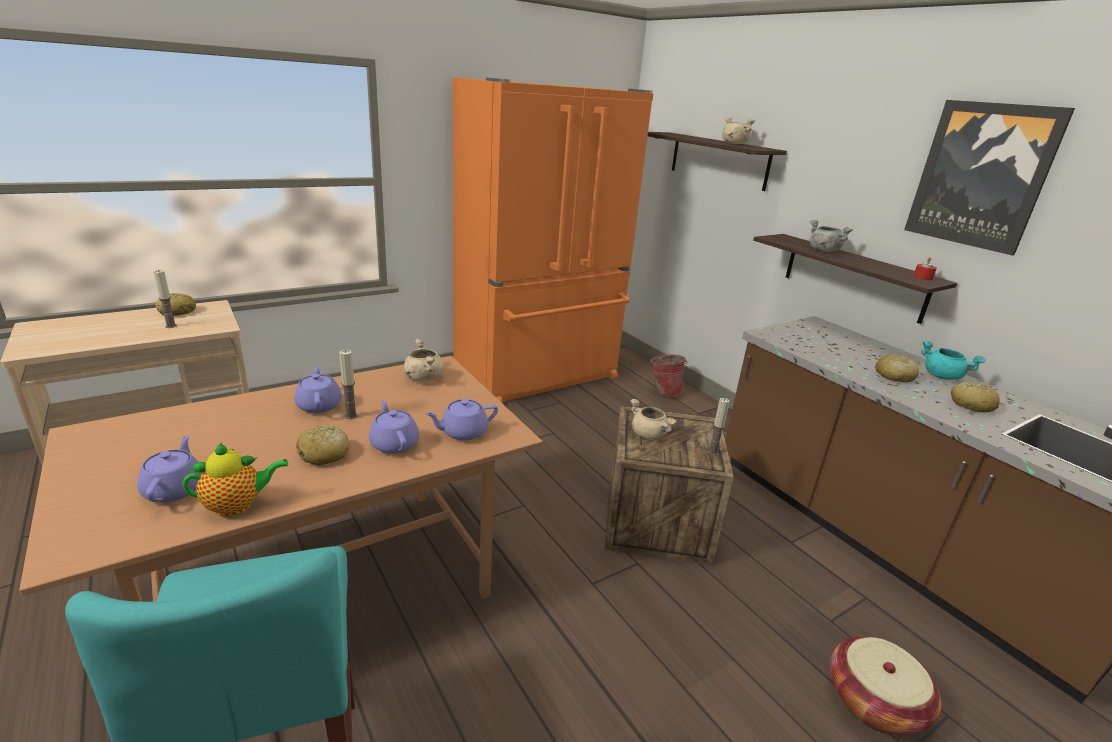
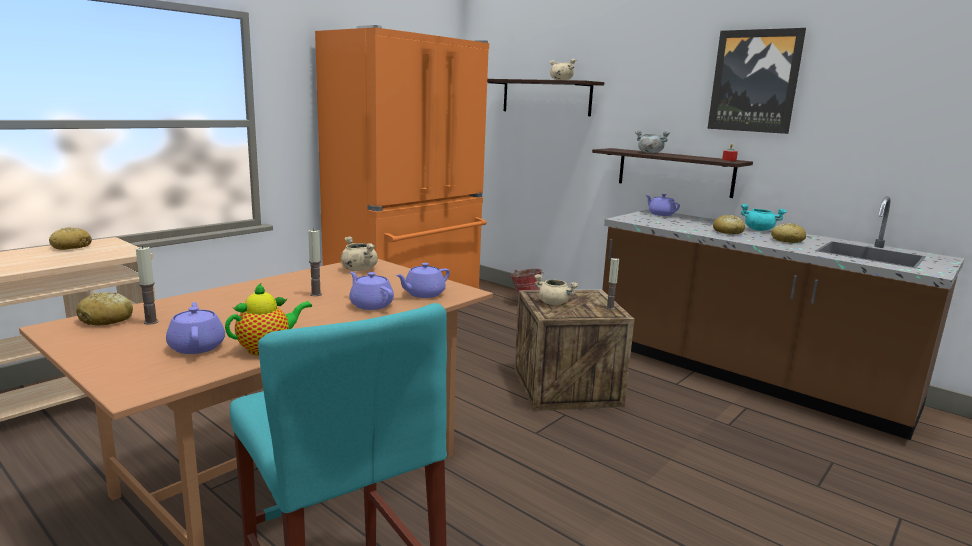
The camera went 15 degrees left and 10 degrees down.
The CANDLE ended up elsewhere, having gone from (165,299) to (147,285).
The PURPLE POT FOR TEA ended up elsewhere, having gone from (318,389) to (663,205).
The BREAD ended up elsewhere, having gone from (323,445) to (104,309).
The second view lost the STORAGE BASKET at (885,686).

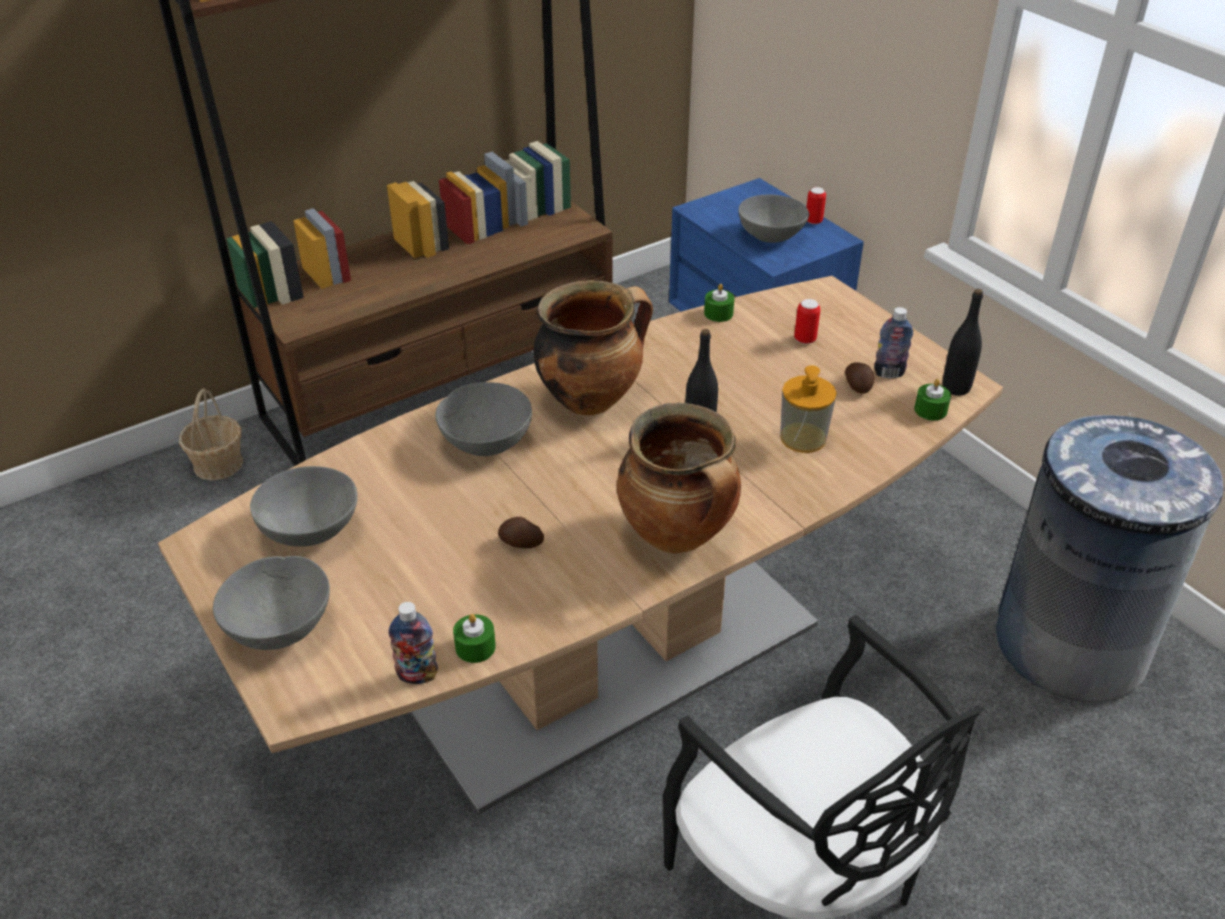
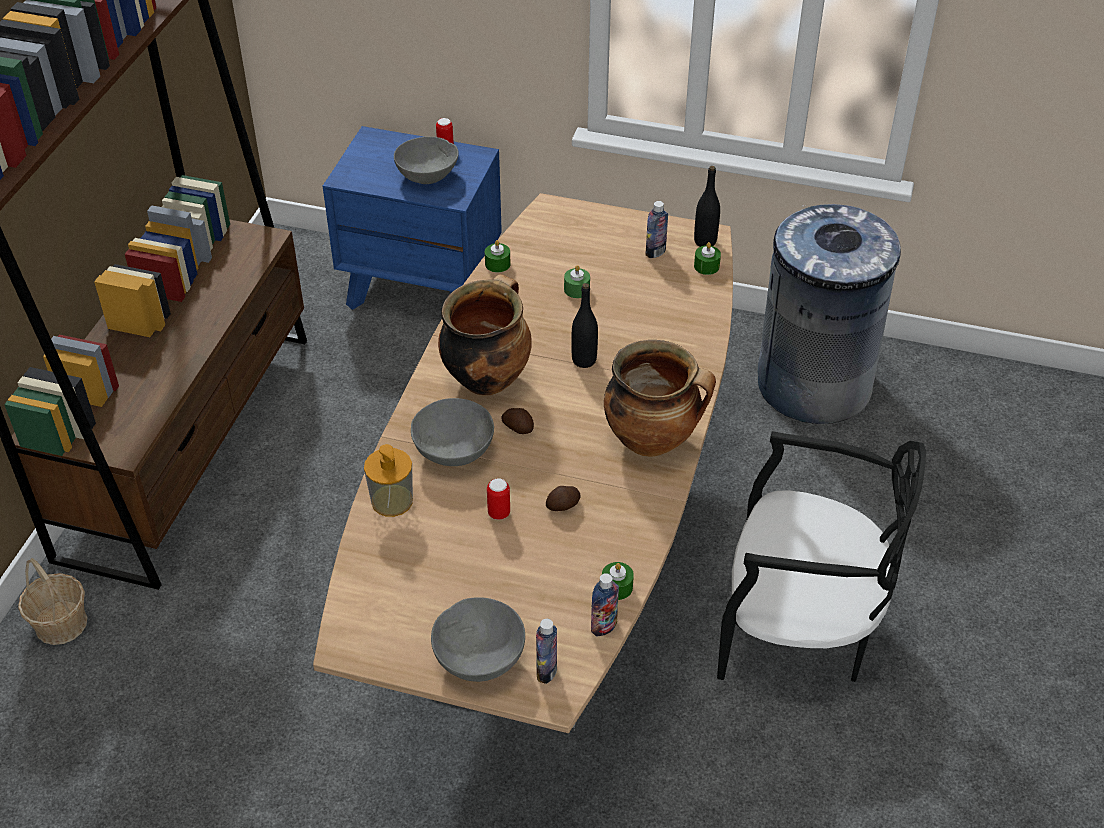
The camera went 40 degrees left and 5 degrees up.
The second view lost the GREY BOWL at (304,506).
The SOAP BOTTLE ended up elsewhere, having gone from (808,409) to (388,480).
The CAN ended up elsewhere, having gone from (807,321) to (498,499).
The WHOLE POTATO ended up elsewhere, having gone from (859,377) to (517,421).
The second view gained the BEVERAGE BOTTLE at (546,651).
The second view gained the GREENISH CANDLE at (577,281).

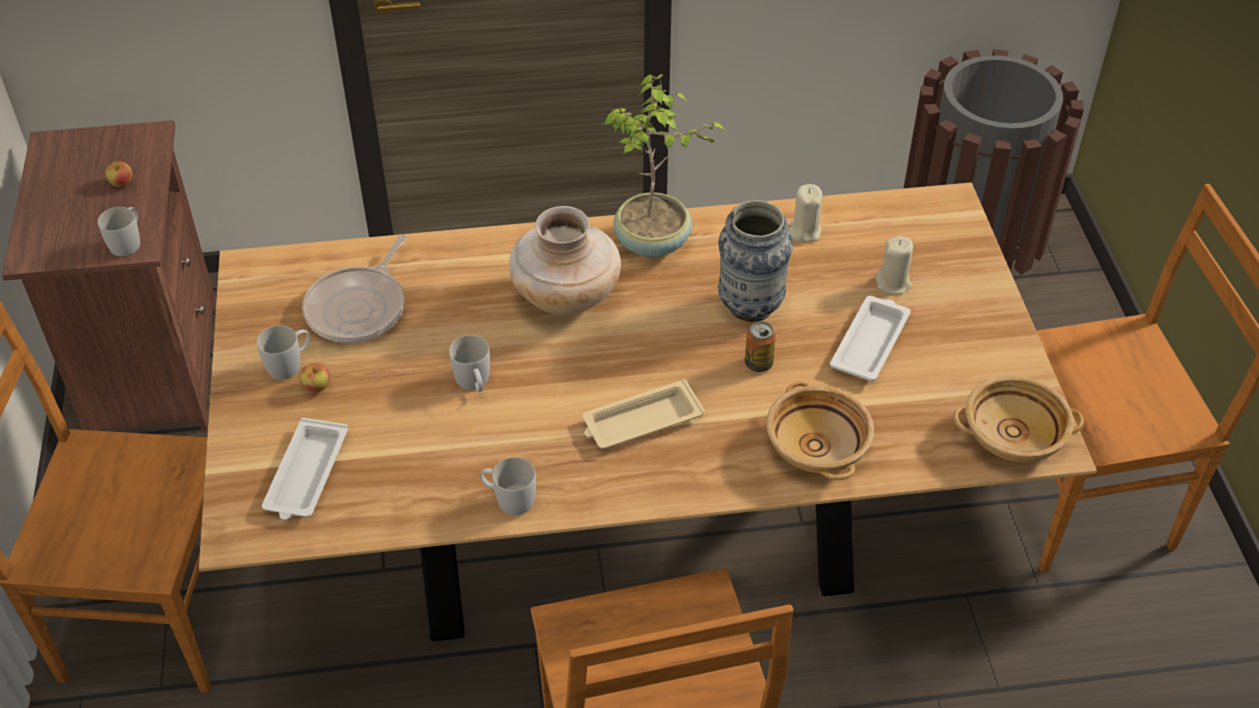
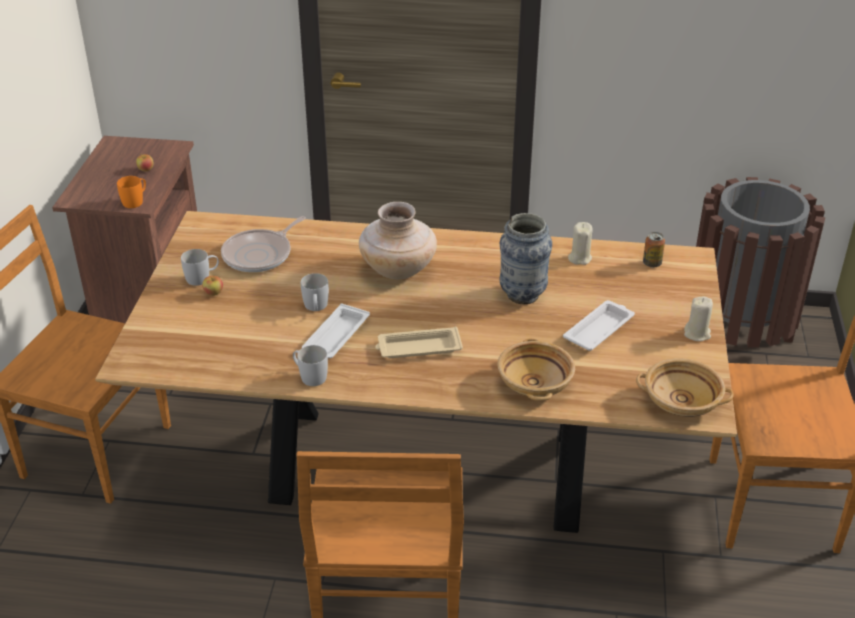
The camera went 15 degrees right and 10 degrees down.
What was the WHITISH TEA MUG at (119,231) turned into the ORANGE TEA MUG at (131,192).
The WHITISH SERVING TRAY ended up elsewhere, having gone from (305,469) to (336,330).
The second view lost the HOUSEPLANT at (663,166).
The CAN ended up elsewhere, having gone from (760,346) to (654,250).
The SAND-COLOURED CANDLE ended up elsewhere, having gone from (894,265) to (698,318).

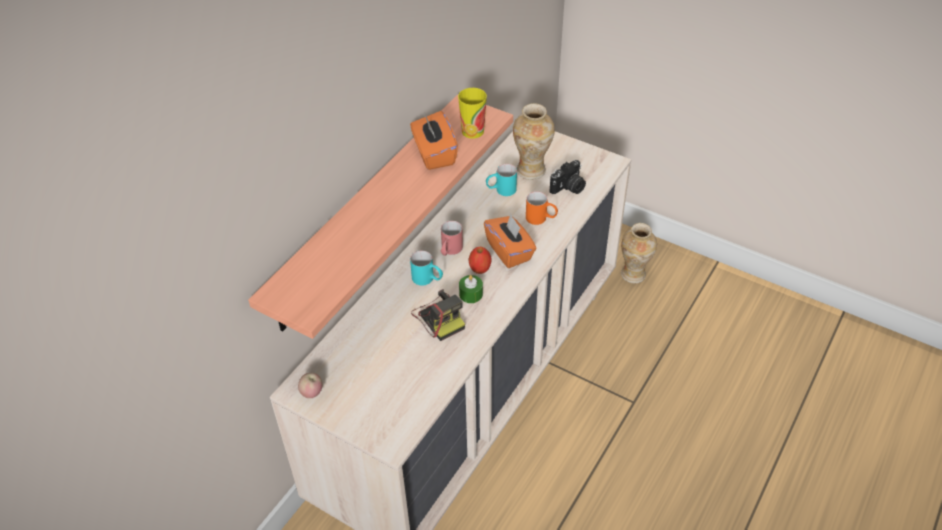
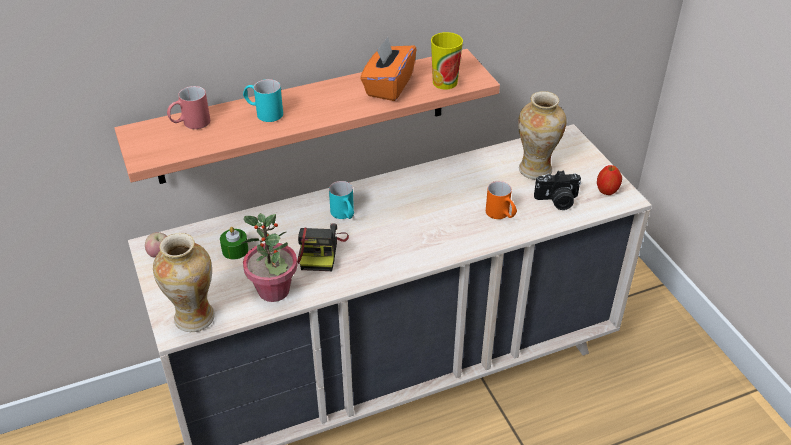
The camera went 35 degrees right and 5 degrees down.
The RED TEA MUG ended up elsewhere, having gone from (452,238) to (188,107).
The GREENISH CANDLE ended up elsewhere, having gone from (471,289) to (234,243).
The WHOLE APPLE ended up elsewhere, having gone from (480,260) to (609,180).
The second view lost the ORANGE TISSUE BOX at (510,241).
The TURQUOISE TEA MUG ended up elsewhere, having gone from (501,180) to (263,100).
The FLOWER VASE ended up elsewhere, having gone from (639,253) to (184,282).
The second view gained the HOUSEPLANT at (269,257).

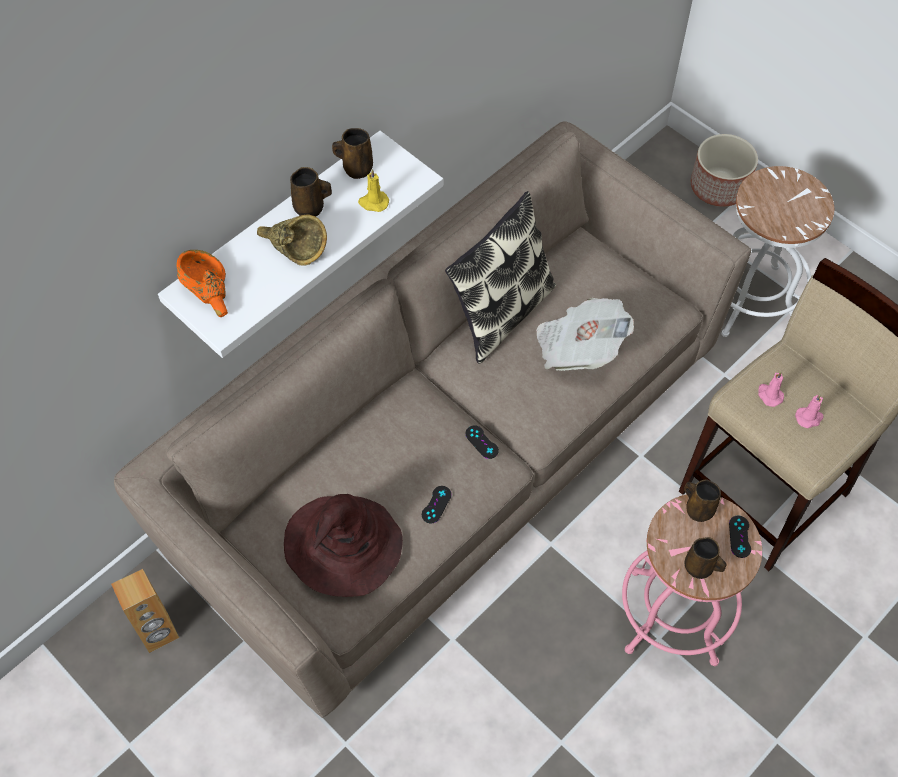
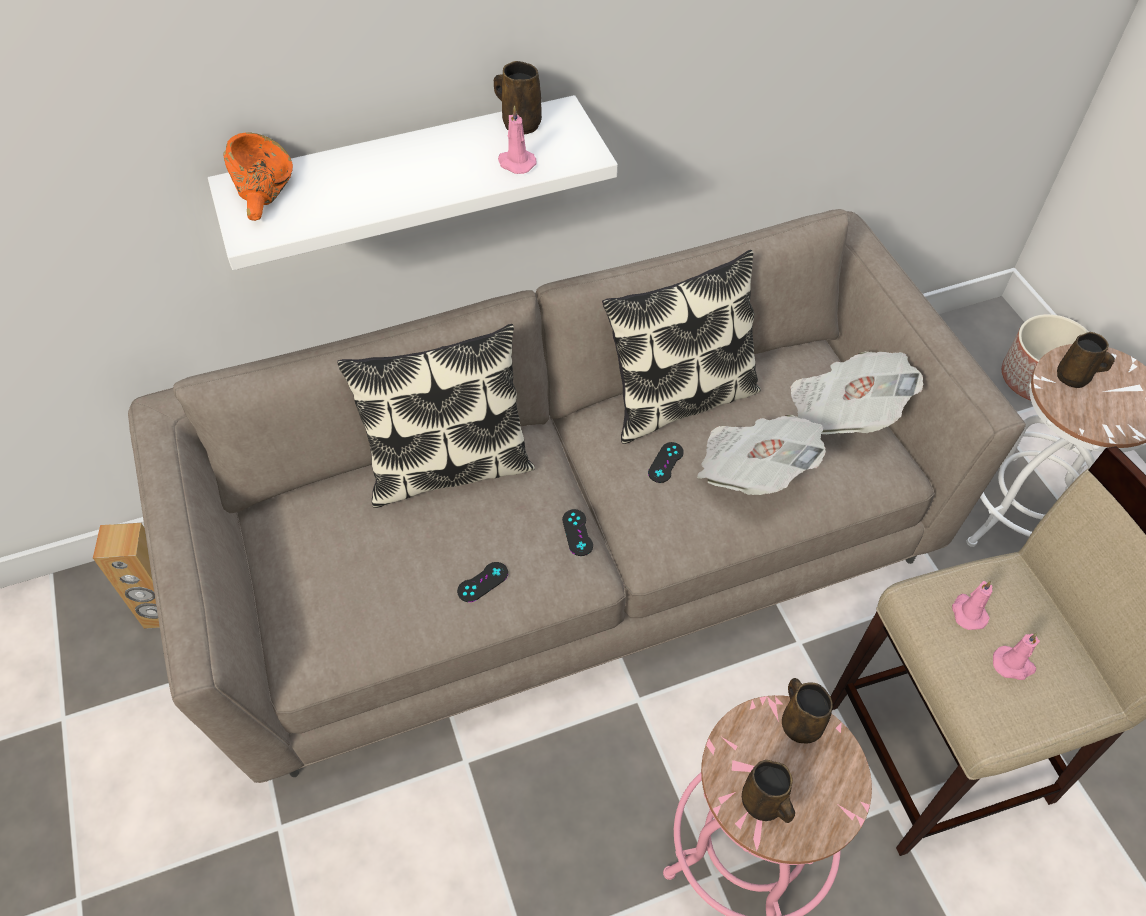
The camera went 25 degrees right and 5 degrees down.
The second view lost the BROWN-COLOURED BOWL at (292,240).
The second view lost the BROWN-COLOURED CLOTHING HAT at (343,545).
The BROWN-COLOURED TEA MUG ended up elsewhere, having gone from (311,192) to (1086,360).
What was the YELLOW CANDLE at (373,190) turned into the PINK-COLOURED CANDLE at (517,140).
The BLACK-COLOURED GAMEPAD ended up elsewhere, having gone from (740,536) to (666,462).
The second view gained the CUSHION at (436,416).
The second view gained the DAILY PAPER at (857,392).

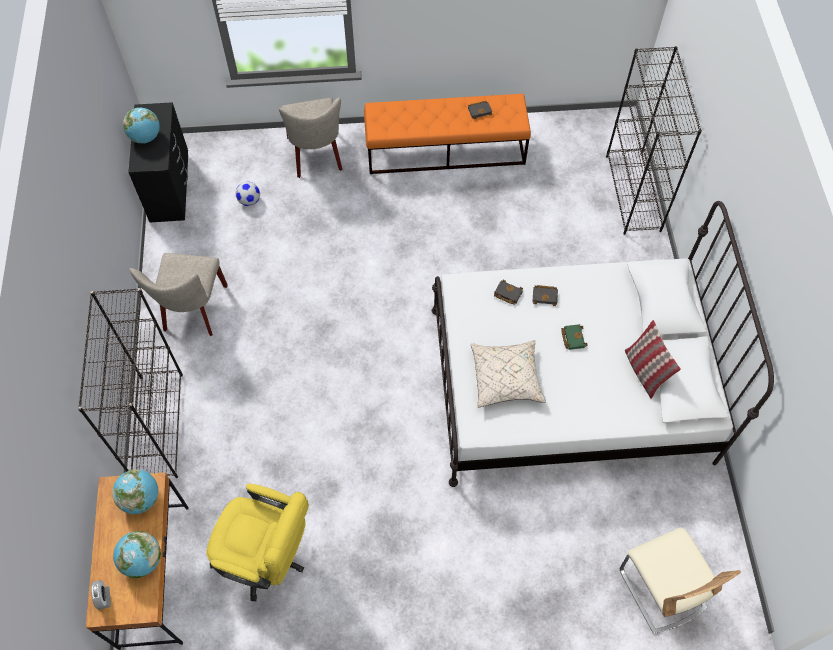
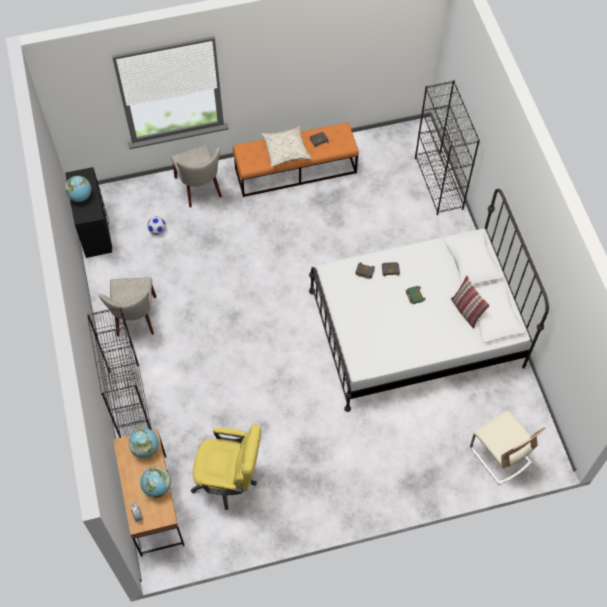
The camera went 10 degrees left and 0 degrees up.
The SAND-COLOURED CUSHION ended up elsewhere, having gone from (508,374) to (286,146).

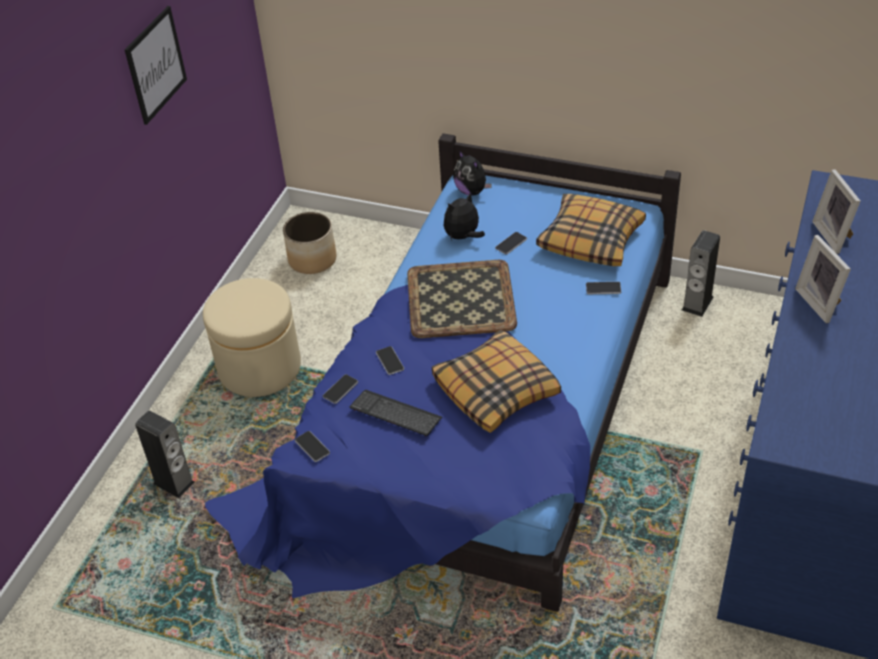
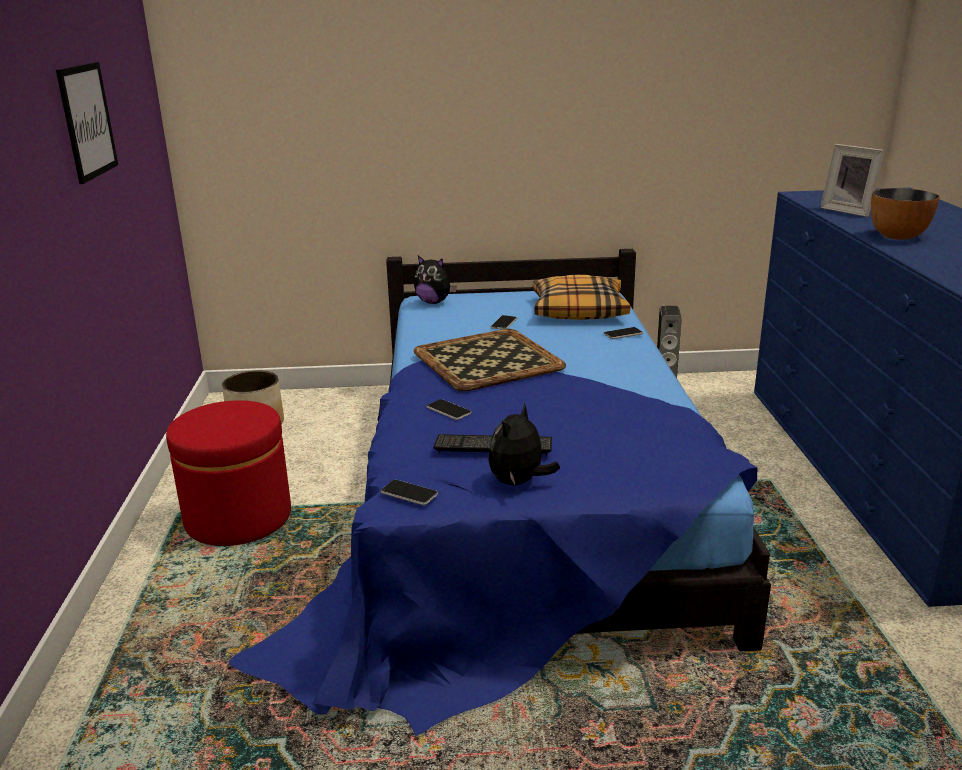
The camera went 25 degrees left and 20 degrees down.
The second view lost the LOUDSPEAKER at (165,454).
What was the SAND-COLOURED FOOTREST at (252,337) turned into the RED FOOTREST at (228,473).
The second view lost the PHONE at (340,389).
The second view lost the CUSHION at (496,381).
The PLUSH TOY ended up elsewhere, having gone from (464,216) to (524,444).
Where the STANDING FRAME stood at (823,279), the BOWL came to stand at (905,214).

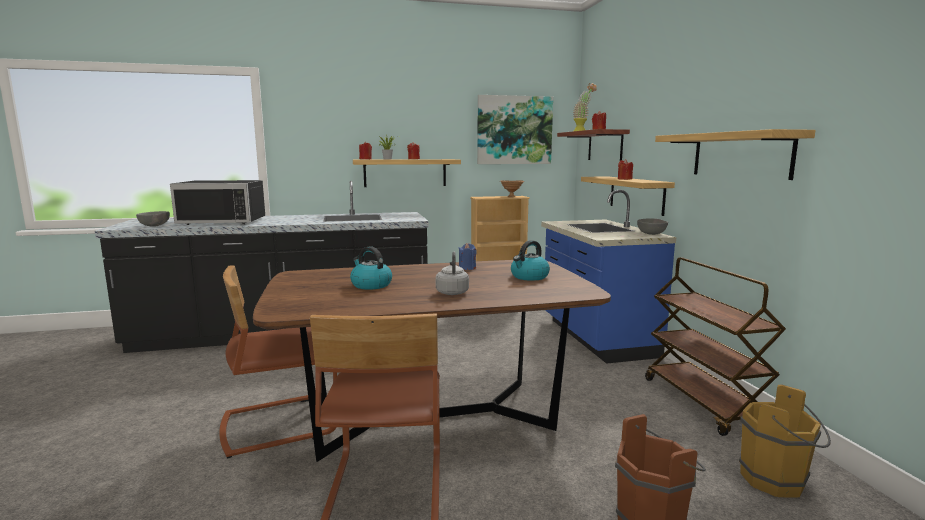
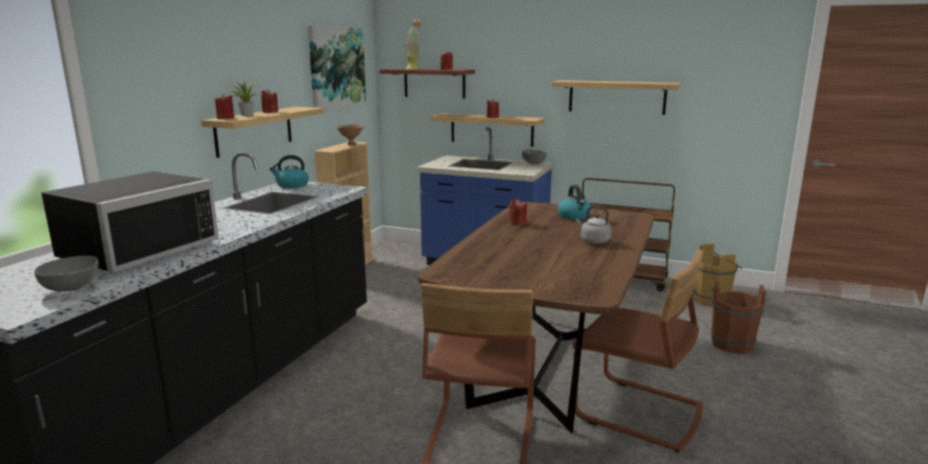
The camera went 55 degrees left and 5 degrees up.
The KETTLE ended up elsewhere, having gone from (371,268) to (289,171).
What was the BLUE-COLOURED CANDLE at (467,256) turned into the RED CANDLE at (518,212).

